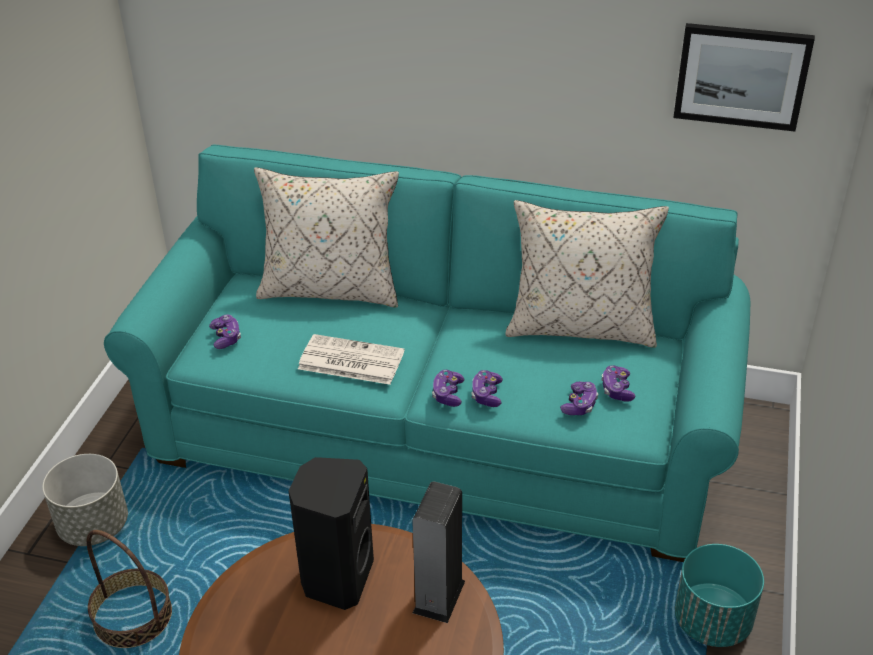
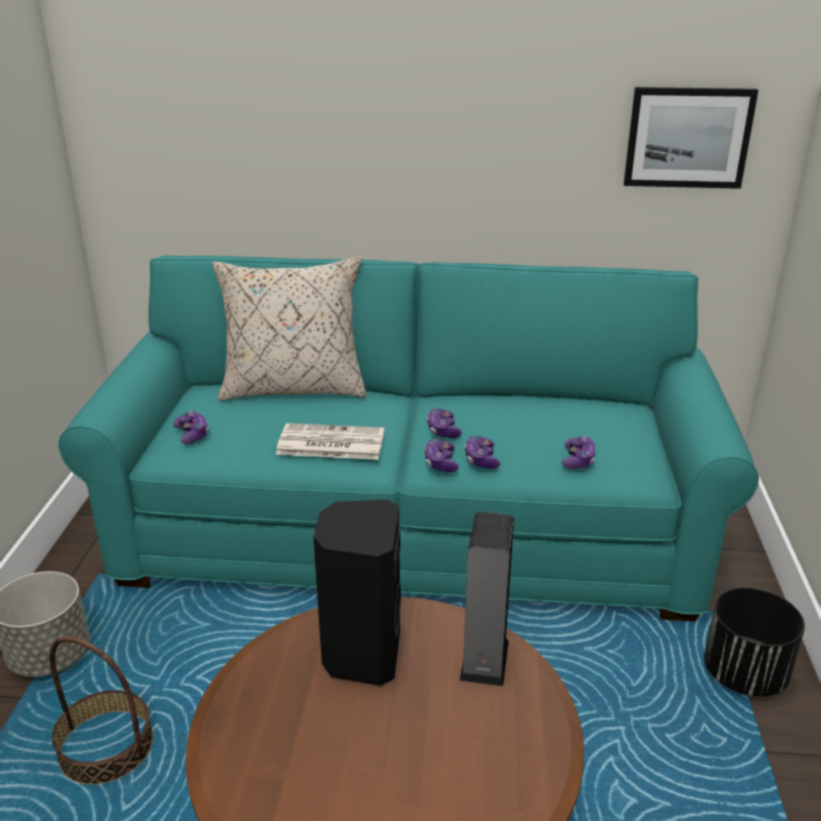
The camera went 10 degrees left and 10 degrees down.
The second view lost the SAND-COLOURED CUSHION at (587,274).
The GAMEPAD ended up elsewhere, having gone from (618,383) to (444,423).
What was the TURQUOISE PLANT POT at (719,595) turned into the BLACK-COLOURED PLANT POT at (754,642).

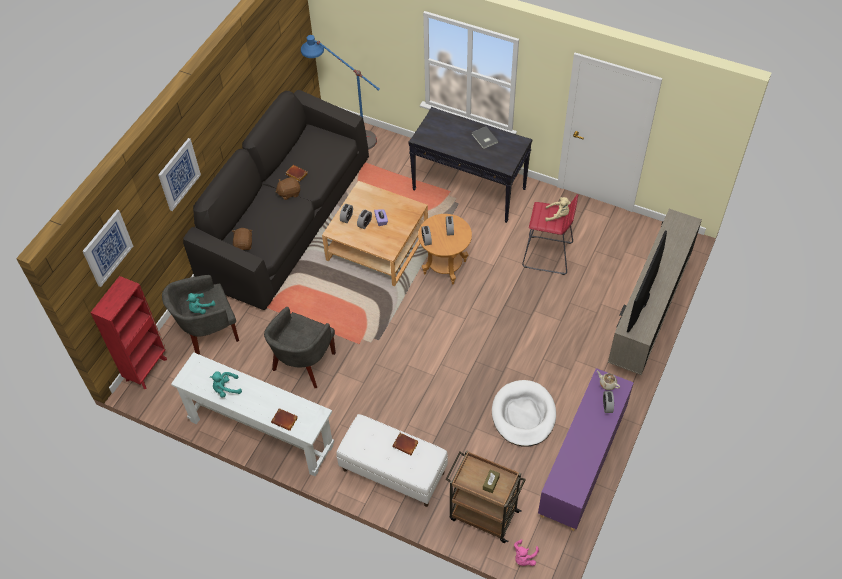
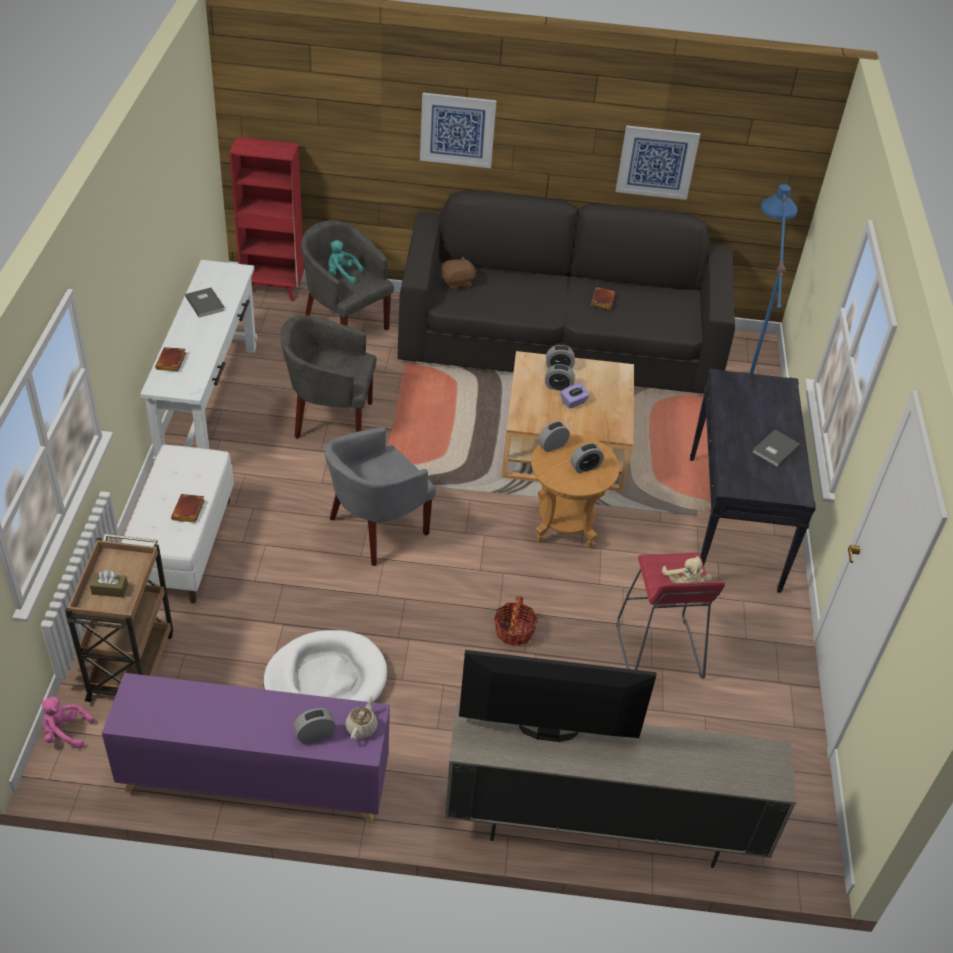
The camera went 65 degrees right and 10 degrees down.
The PICTURE ended up elsewhere, having gone from (108,248) to (658,162).
Where the TURQUOISE PLUSH TOY stood at (226,384), the GREY VOLUME came to stand at (205,302).
The second view lost the BROWN-COLOURED PLUSH TOY at (287,188).
The second view gained the GREY ARMCHAIR at (380,496).
The second view gained the STORAGE BASKET at (516,621).

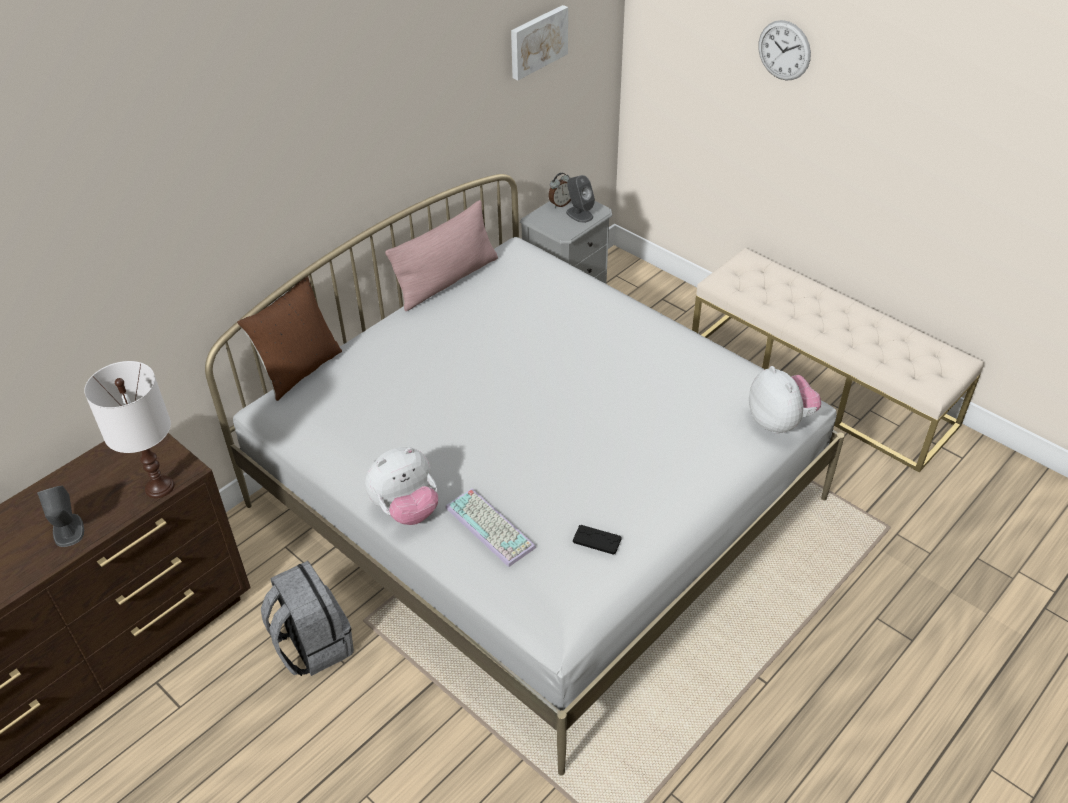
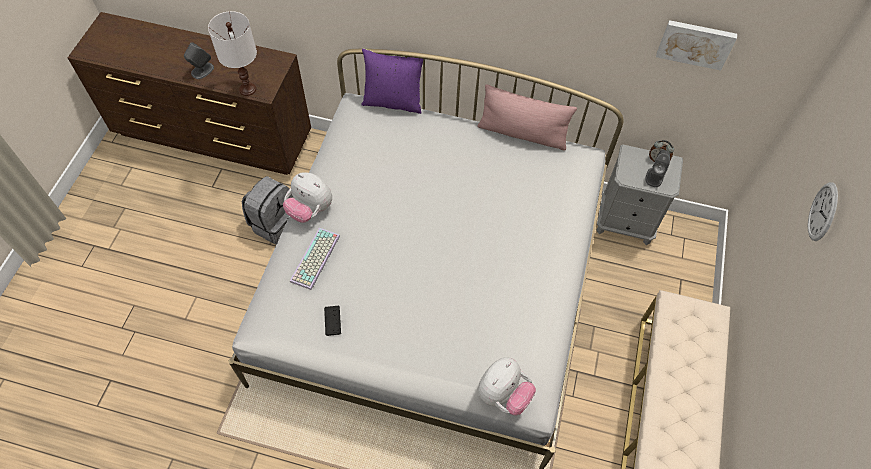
The camera went 60 degrees right and 15 degrees up.
What was the BROWN-COLOURED CUSHION at (289,338) turned into the PURPLE CUSHION at (392,81).

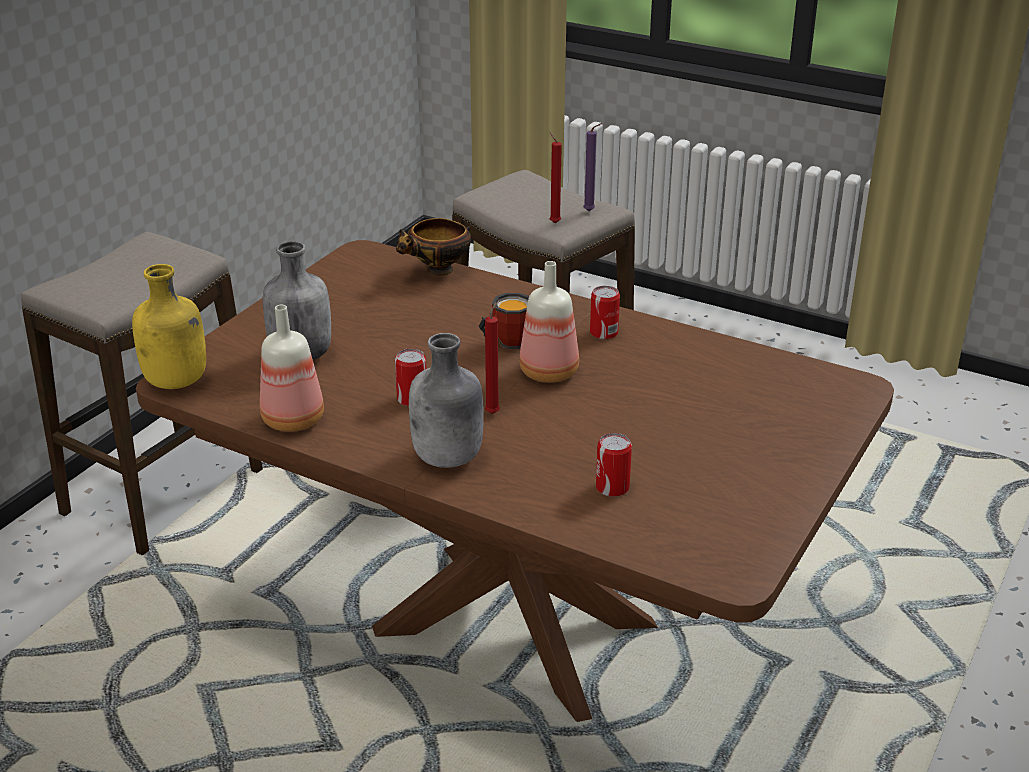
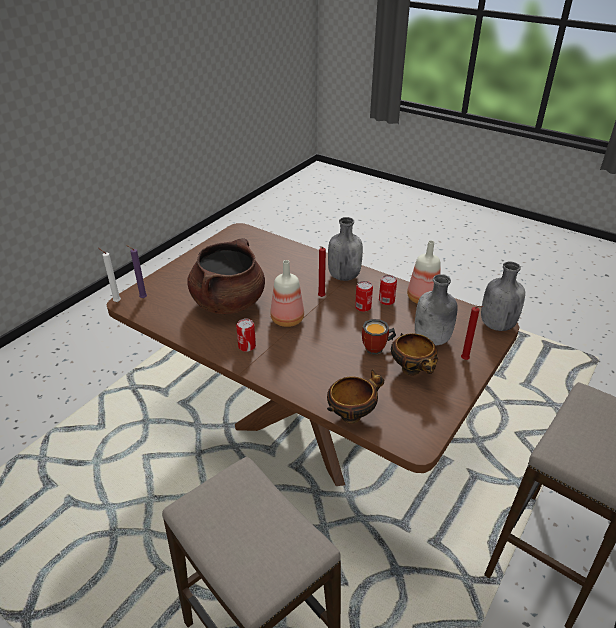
The camera went 175 degrees left and 5 degrees up.
What was the YELLOW BEVERAGE BOTTLE at (169,326) turned into the GREY BEVERAGE BOTTLE at (503,296).
The TEA MUG ended up elsewhere, having gone from (504,321) to (379,337).
The RED CANDLE ended up elsewhere, having gone from (556,177) to (472,333).
The PURPLE CANDLE ended up elsewhere, having gone from (592,167) to (136,271).
The CAN ended up elsewhere, having gone from (614,465) to (388,290).
The second view gained the WHITISH CANDLE at (110,275).
The second view gained the BROWN-COLOURED STOCKPOT at (226,276).
The second view gained the BOWL at (414,354).

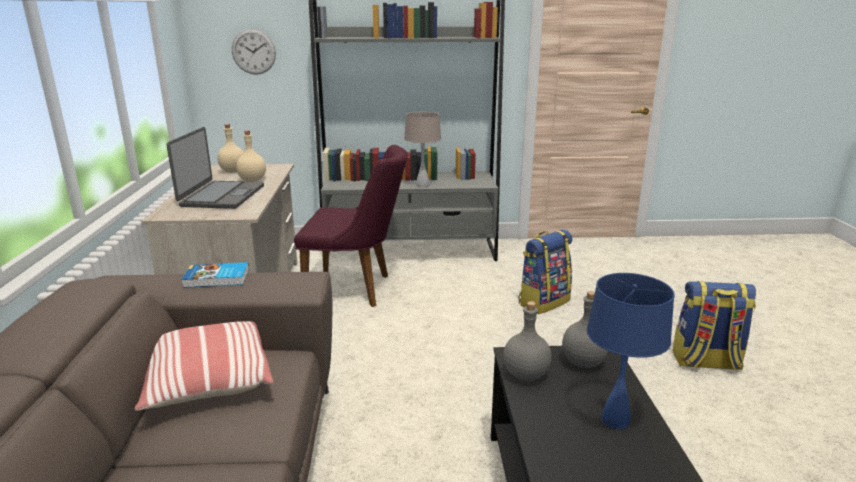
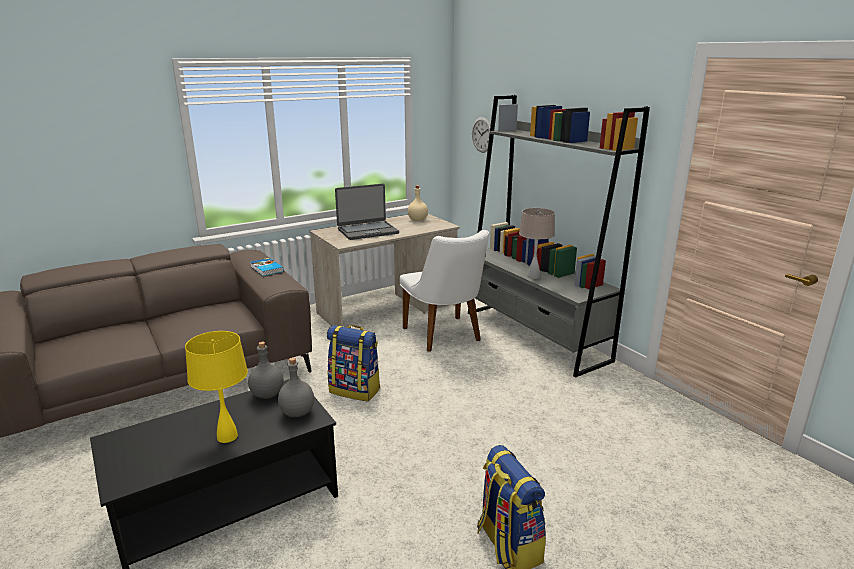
The camera went 60 degrees right and 0 degrees up.
The second view lost the CUSHION at (204,366).
The second view lost the SAND-COLOURED BEVERAGE BOTTLE at (251,156).
What was the PURPLE UPRIGHT CHAIR at (351,226) turned into the WHITISH UPRIGHT CHAIR at (444,291).
The KNAPSACK ended up elsewhere, having gone from (545,272) to (353,363).
What was the BLUE-COLOURED TABLETOP LAMP at (631,351) turned into the YELLOW TABLETOP LAMP at (216,387).

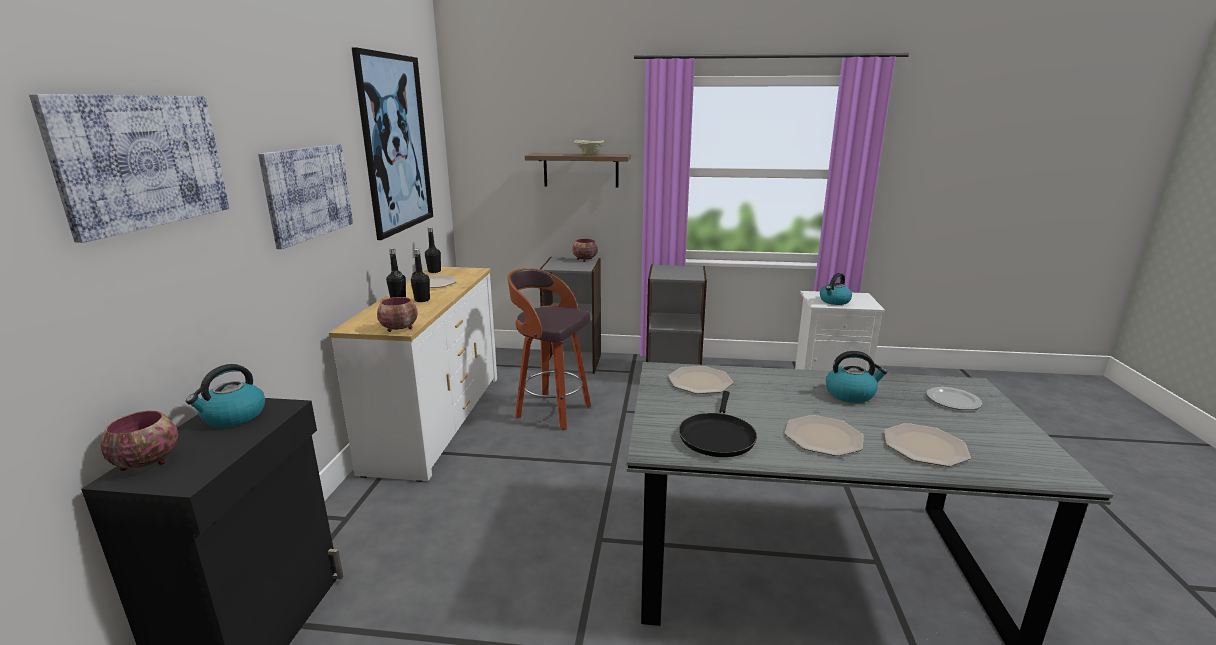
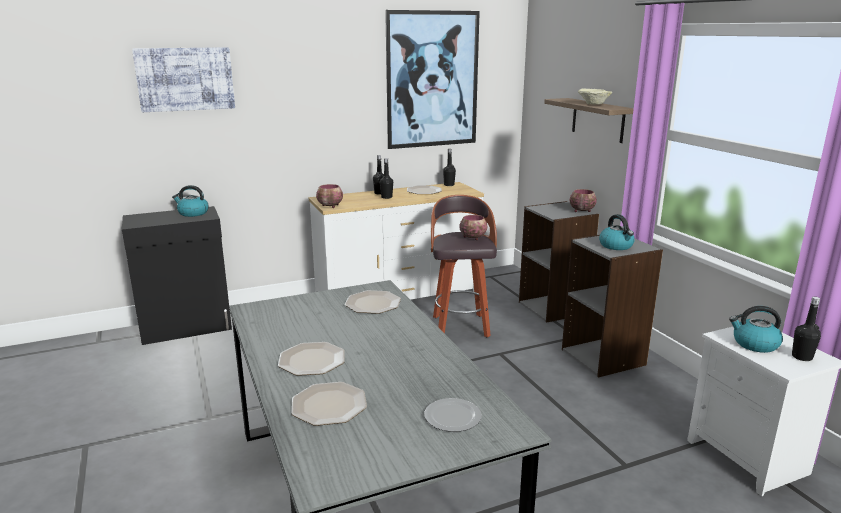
The camera went 60 degrees right and 0 degrees up.
The BOWL ended up elsewhere, having gone from (139,440) to (473,227).
The second view lost the PICTURE at (305,196).
The second view lost the BLACK-COLOURED FRYING PAN at (718,424).
The KETTLE ended up elsewhere, having gone from (856,377) to (617,232).
The second view gained the BLACK-COLOURED BEVERAGE BOTTLE at (806,329).

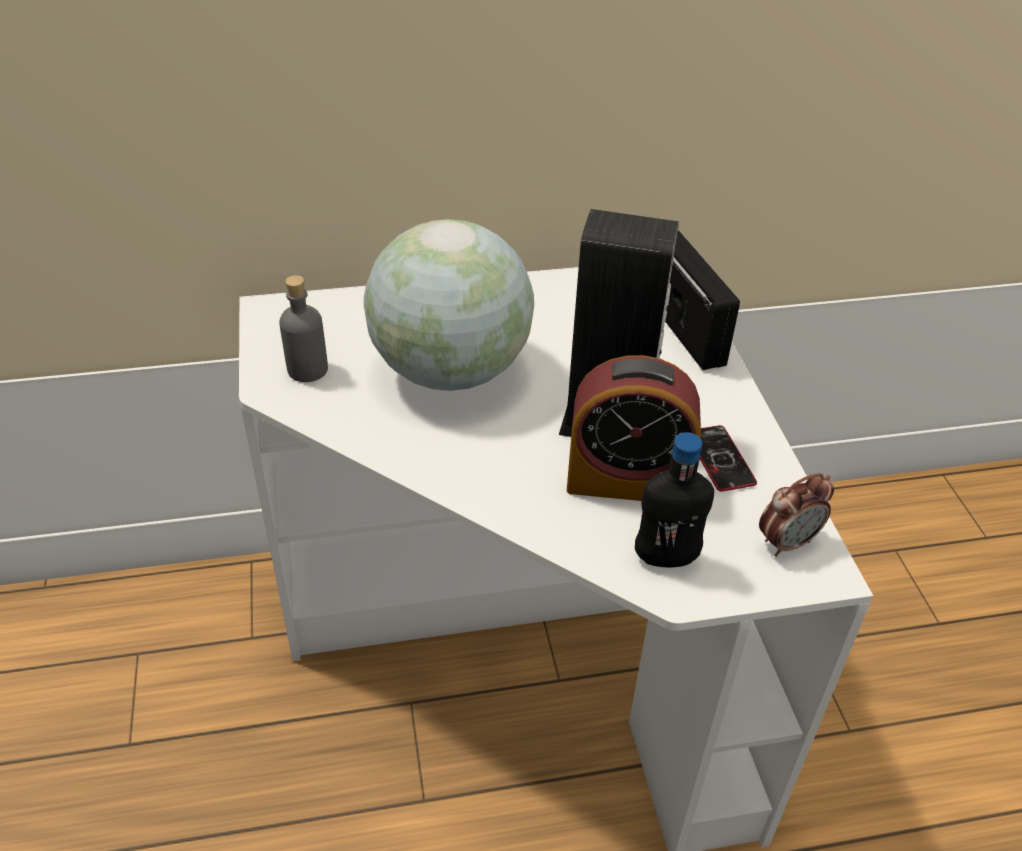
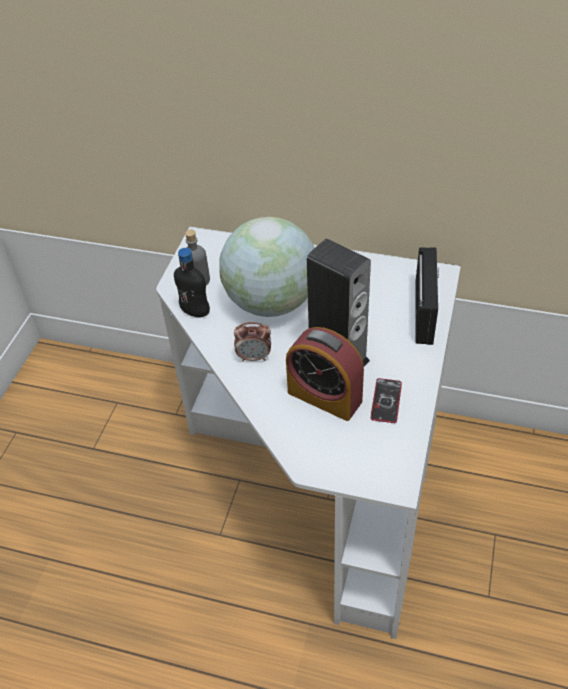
The camera went 30 degrees right and 5 degrees up.
The BLACK-COLOURED BEVERAGE BOTTLE ended up elsewhere, having gone from (674,499) to (192,283).
The BEDSIDE CLOCK ended up elsewhere, having gone from (796,515) to (252,342).

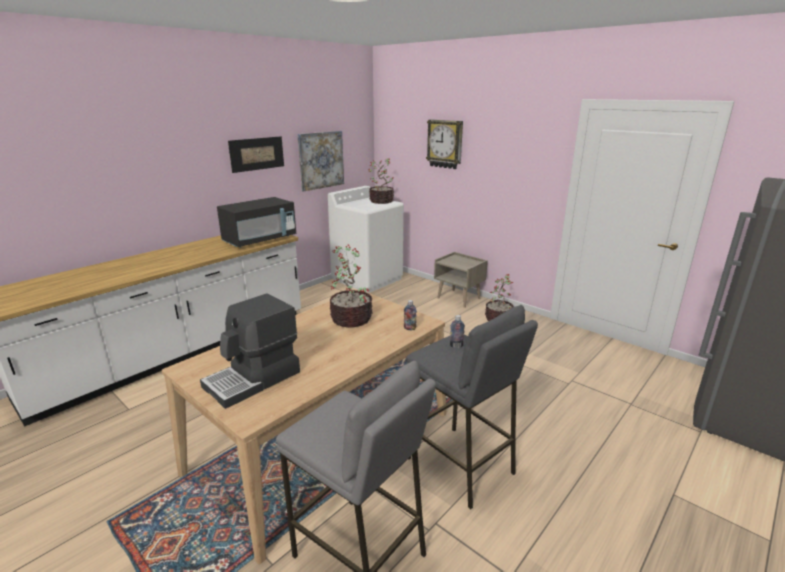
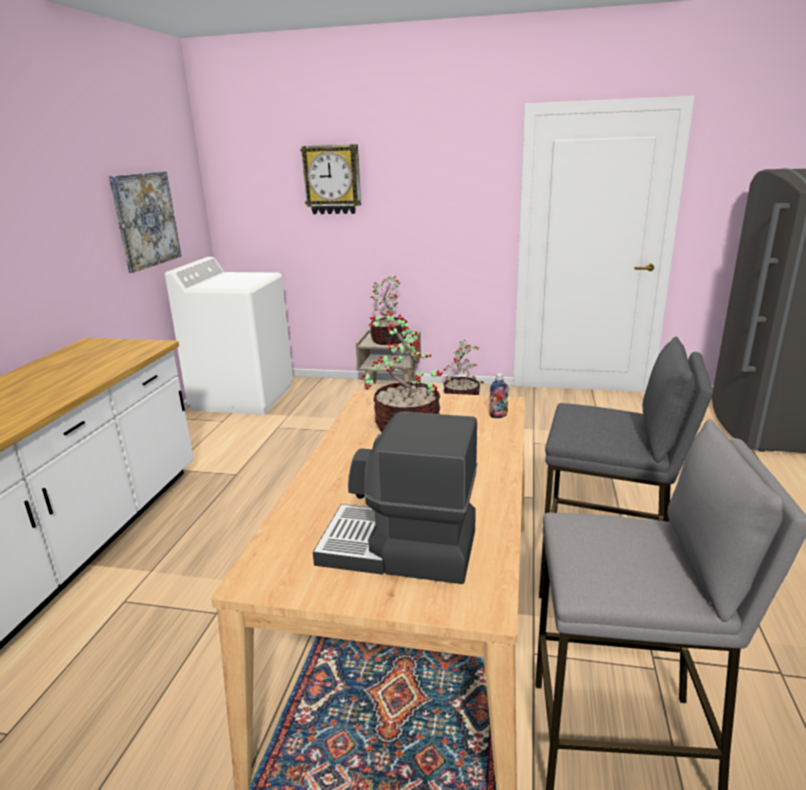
The camera went 30 degrees left and 0 degrees up.
The COFFEE MAKER at (250,351) ended up facing another way, 90 degrees clockwise from before.
The second view lost the BLACK-COLOURED KITCHEN MICROWAVE at (256,222).
The second view lost the PICTURE at (256,154).
The HOUSEPLANT ended up elsewhere, having gone from (381,181) to (388,310).
The second view lost the BEVERAGE BOTTLE at (457,331).

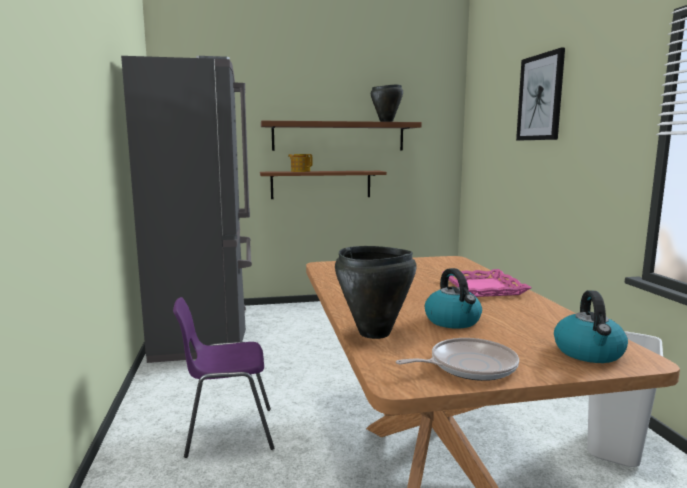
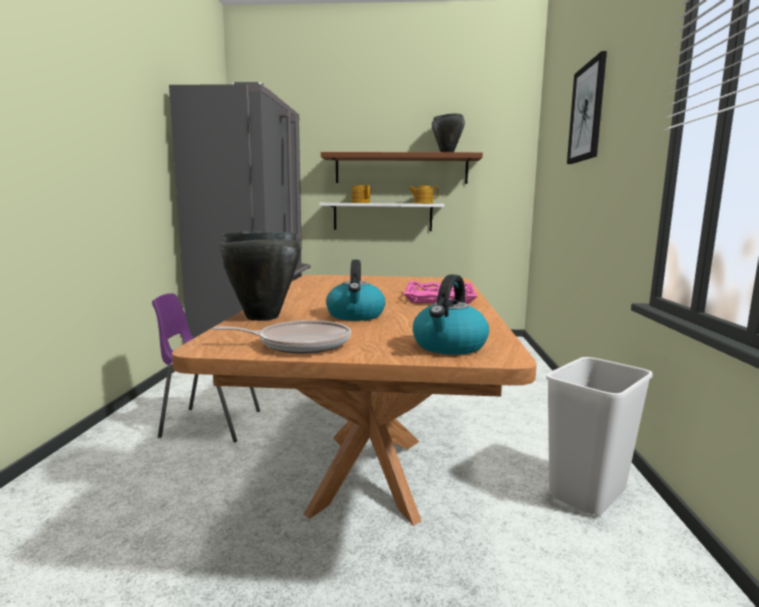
The camera went 15 degrees right and 0 degrees up.
What was the BROWN-COLOURED WALL SHELF at (323,185) turned into the WHITISH WALL SHELF at (381,217).
The second view gained the POT FOR TEA at (423,195).

